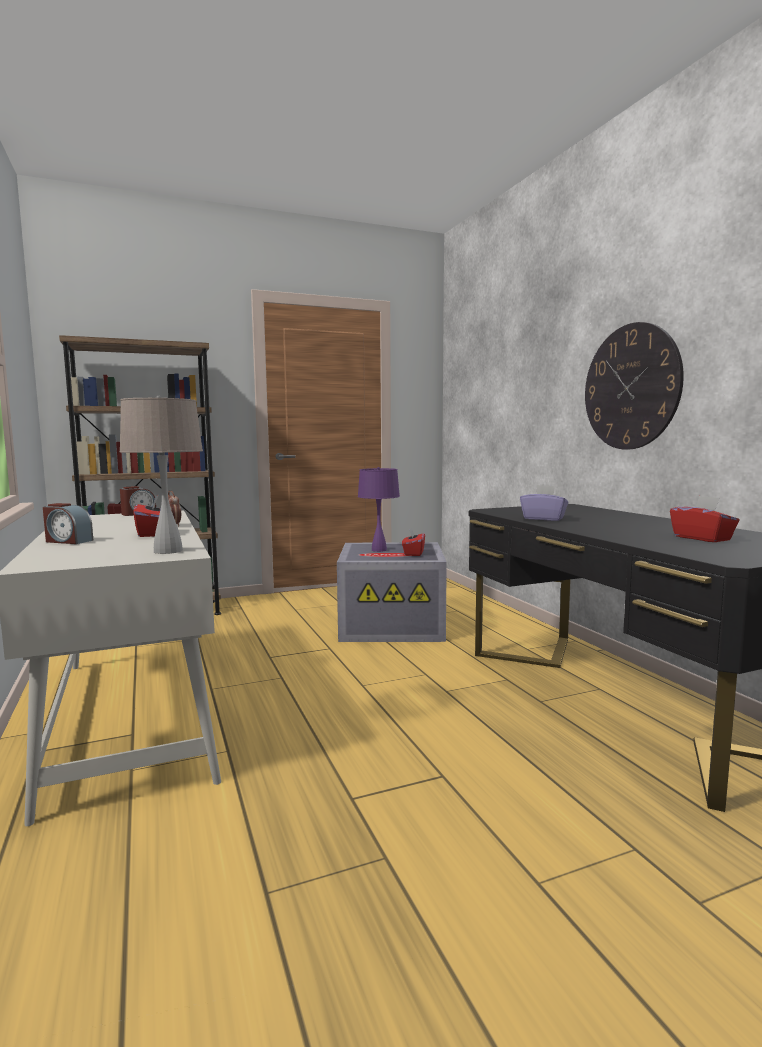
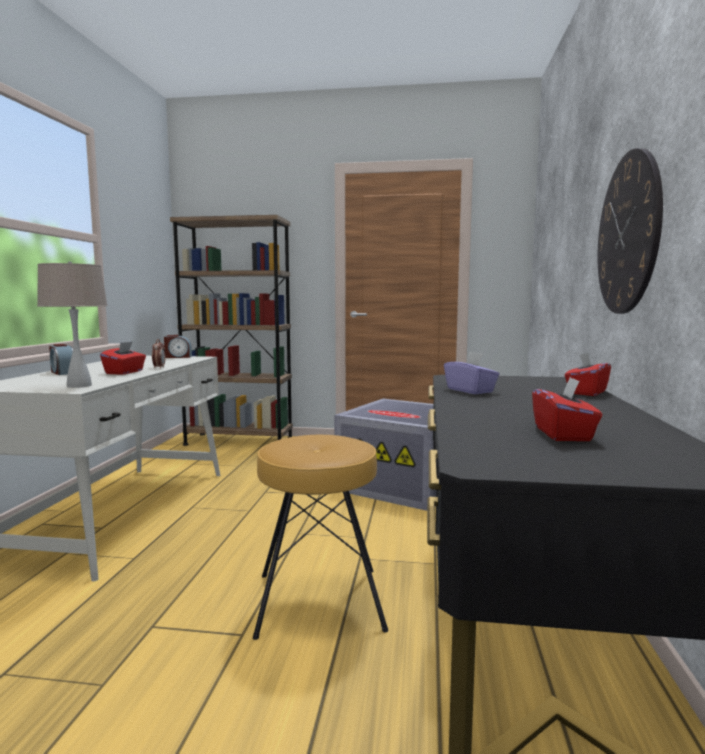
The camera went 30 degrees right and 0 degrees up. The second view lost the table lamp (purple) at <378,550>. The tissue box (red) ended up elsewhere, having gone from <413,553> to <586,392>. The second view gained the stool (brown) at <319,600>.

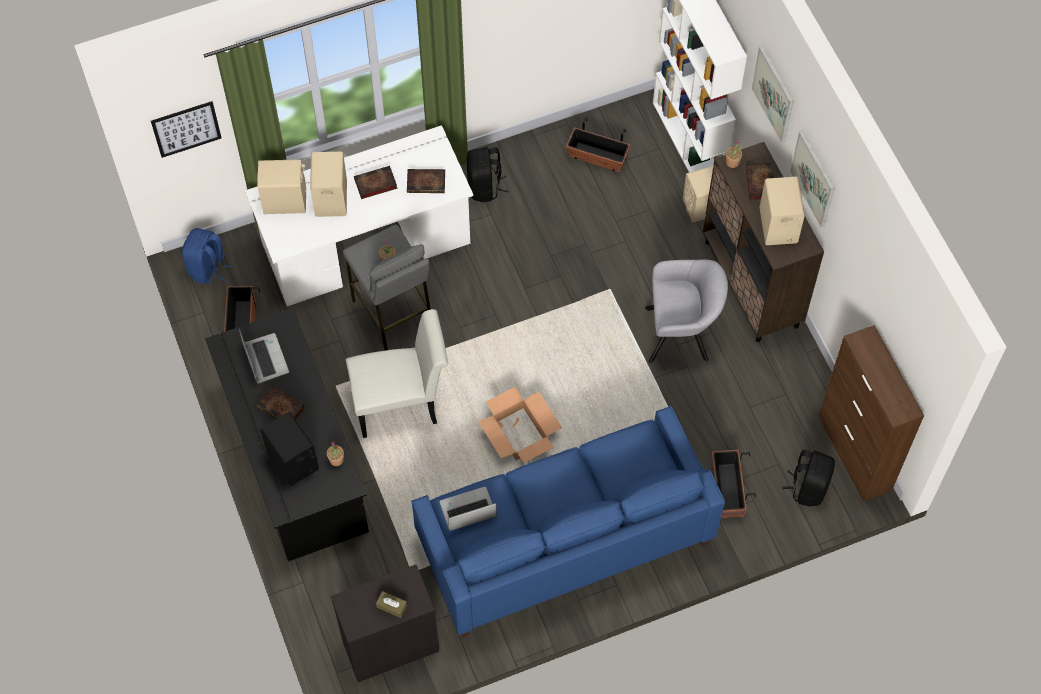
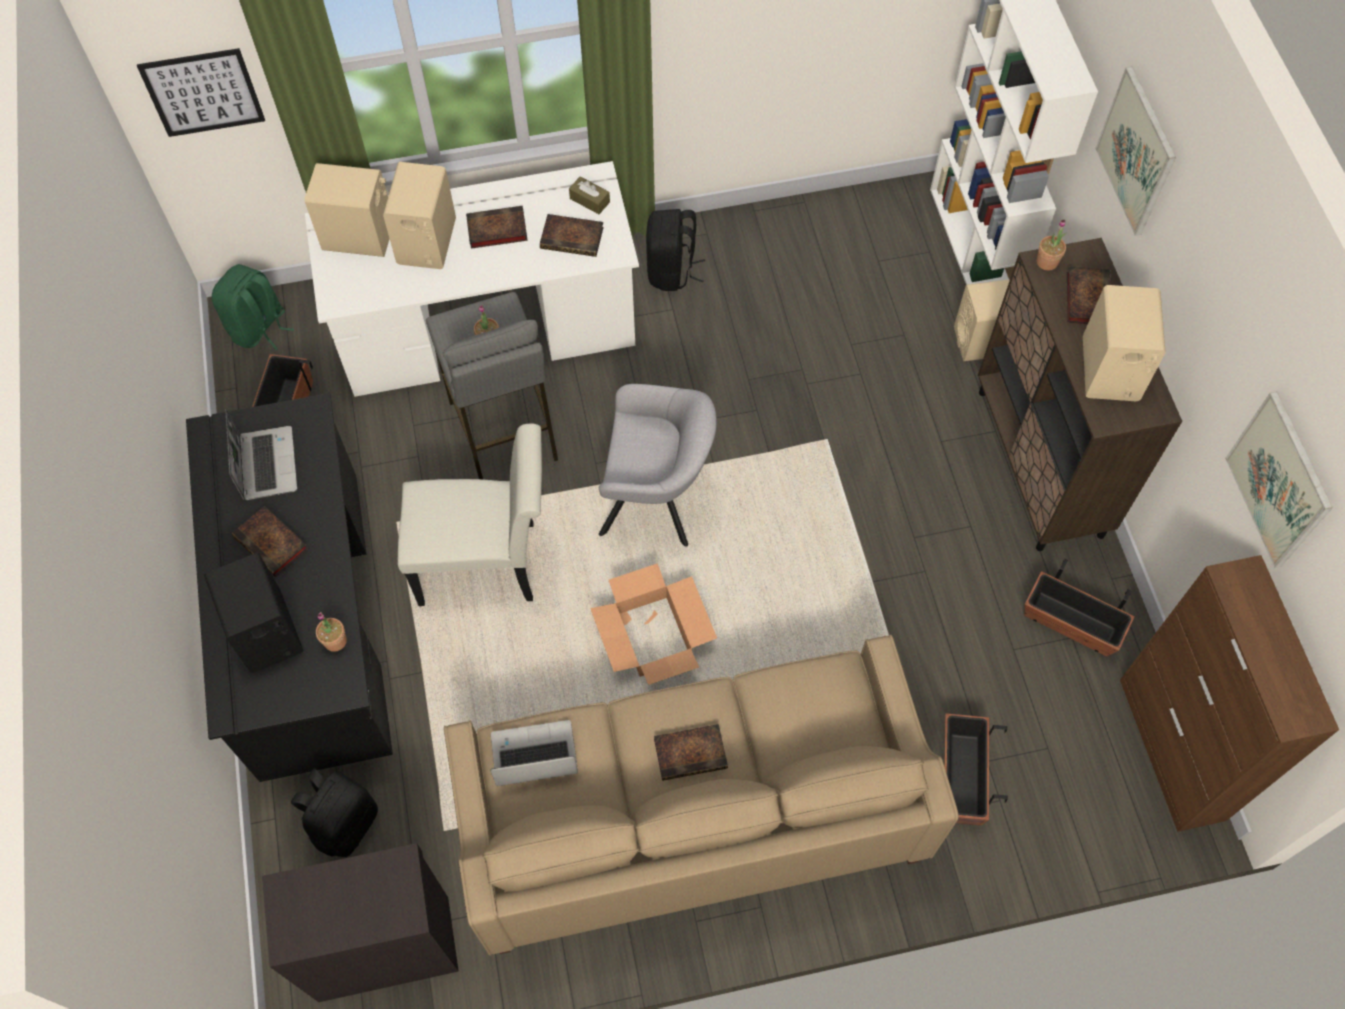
The camera went 10 degrees right and 0 degrees up. What was the backpack (blue) at <208,268> turned into the backpack (green) at <259,328>. The tissue box (brown) ended up elsewhere, having gone from <392,606> to <589,200>. What was the sofa (blue) at <563,540> turned into the sofa (beige) at <690,817>. The planter ended up elsewhere, having gone from <597,157> to <1070,624>. The armchair (grey) ended up elsewhere, having gone from <681,333> to <657,500>. The backpack (black) ended up elsewhere, having gone from <808,487> to <344,823>. The picture ended up elsewhere, having gone from <813,178> to <1279,480>. The second view gained the book at <692,753>.

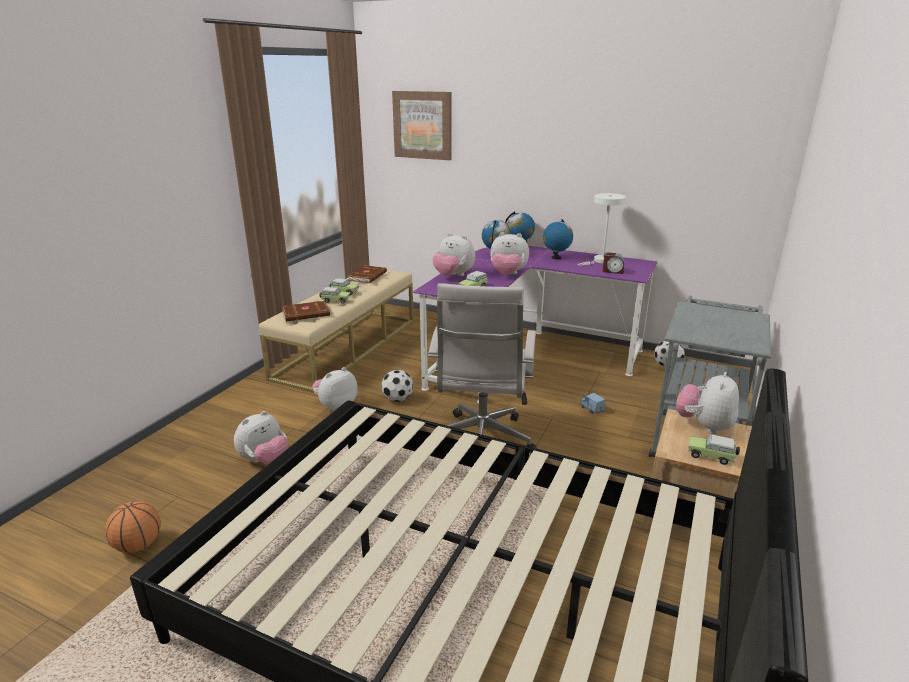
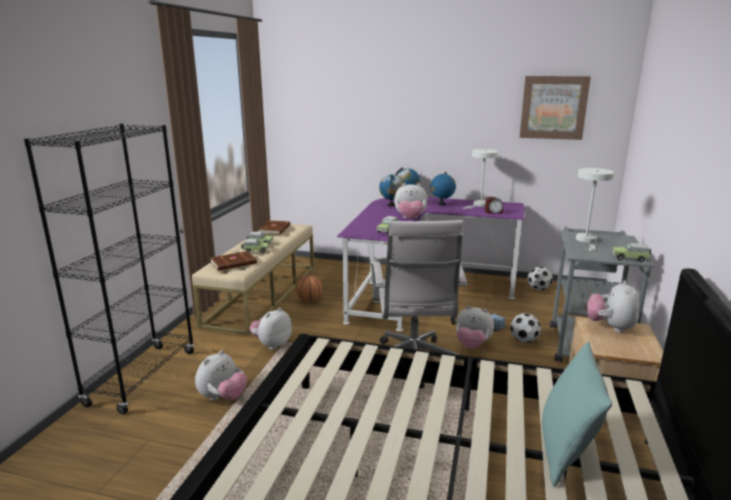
The camera went 10 degrees left and 5 degrees down. The basketball ended up elsewhere, having gone from <138,545> to <309,300>. The football ended up elsewhere, having gone from <397,399> to <523,340>. The picture ended up elsewhere, having gone from <423,125> to <553,107>. The plush toy ended up elsewhere, having gone from <453,276> to <472,345>. The toy car ended up elsewhere, having gone from <712,456> to <631,259>. The second view gained the bookcase (black) at <142,378>. The second view gained the pillow (turquoise) at <565,451>. The second view gained the table lamp (white) at <587,241>.

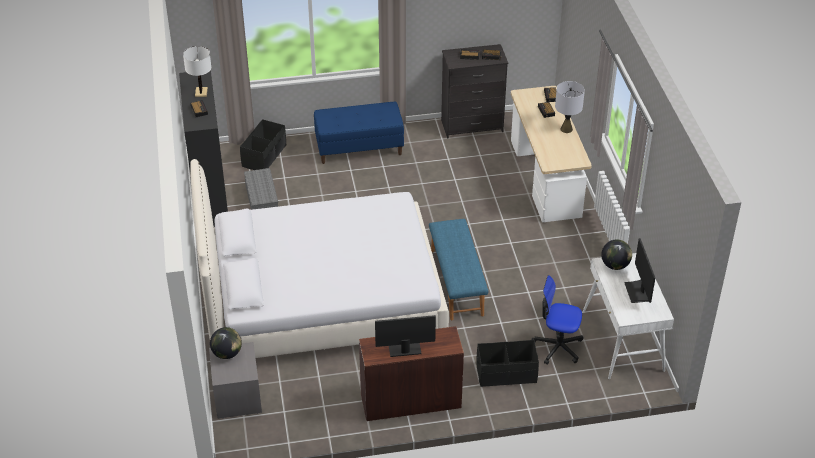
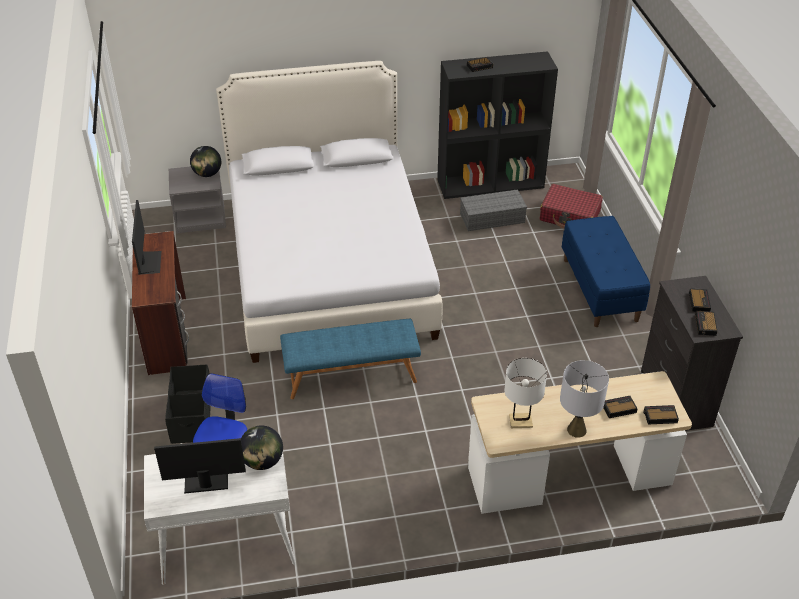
The camera went 90 degrees right and 0 degrees up. The table lamp (white) ended up elsewhere, having gone from <201,92> to <520,421>. Where the storage box (black) stood at <264,156>, the suitcase (red) came to stand at <570,216>.

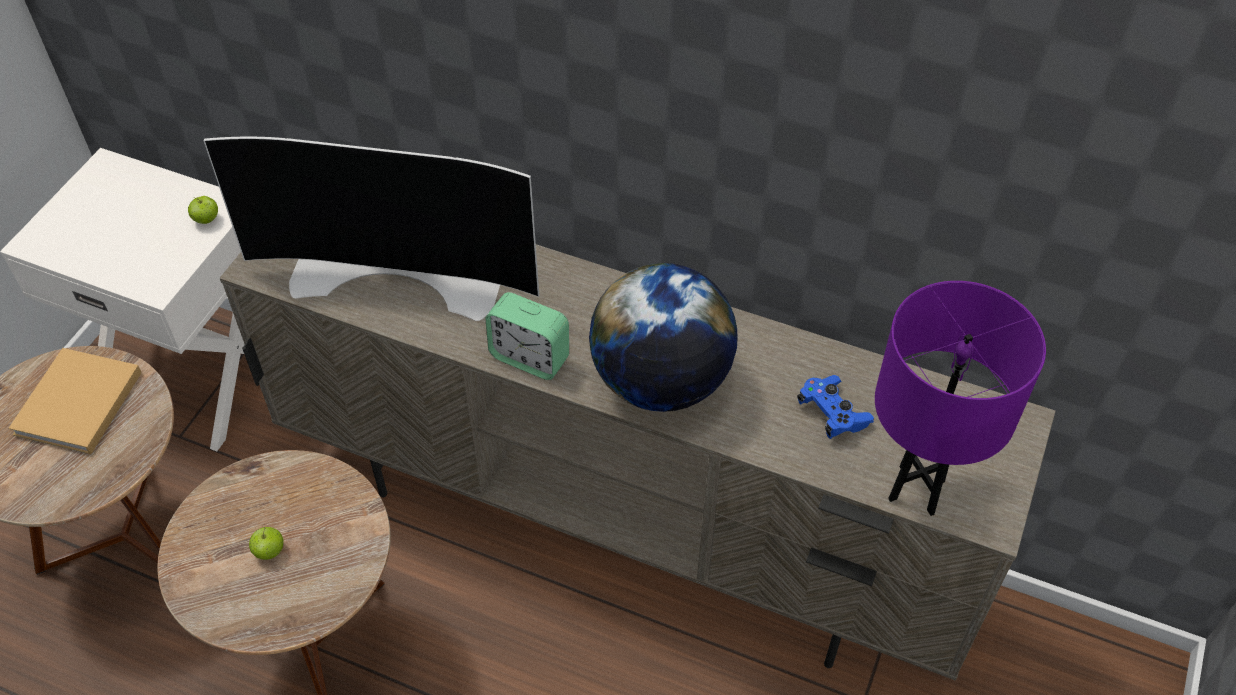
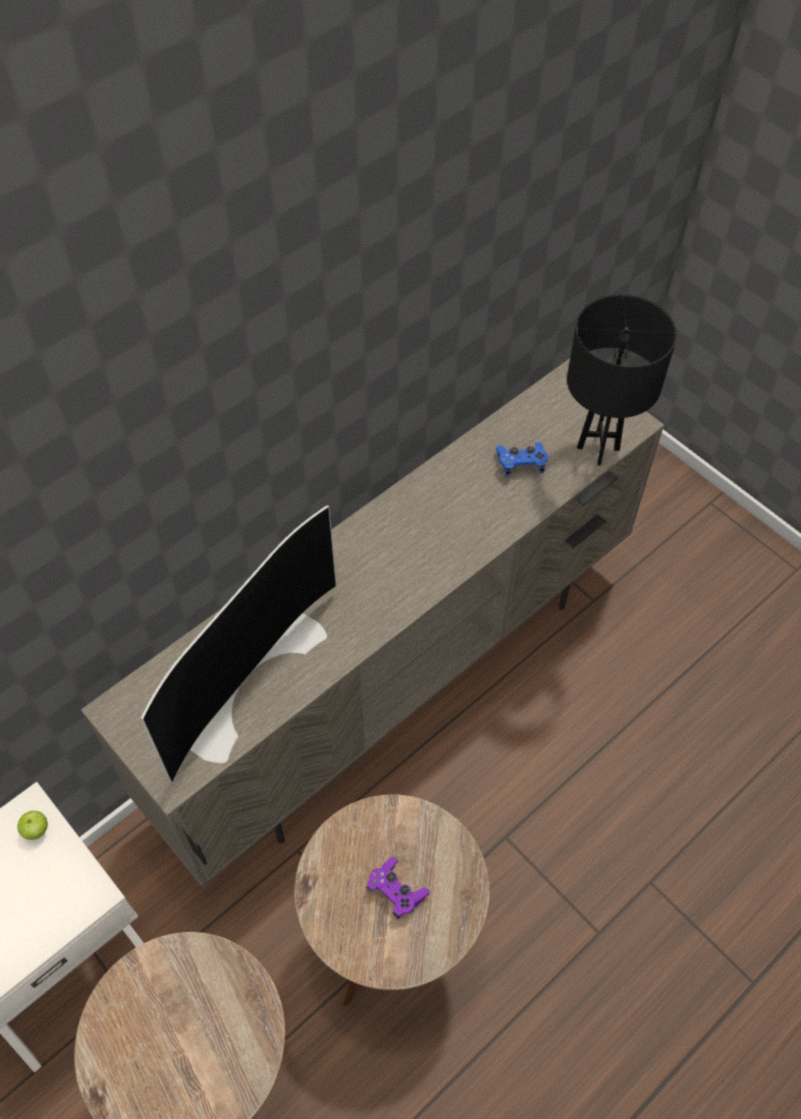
The camera went 65 degrees left and 5 degrees up. The second view lost the book (beige) at <76,406>. Where the apple stood at <269,551>, the game controller (purple) came to stand at <396,891>. The second view lost the alarm clock at <530,357>. The second view lost the globe at <661,382>. What was the table lamp (purple) at <916,489> turned into the table lamp (black) at <598,449>.

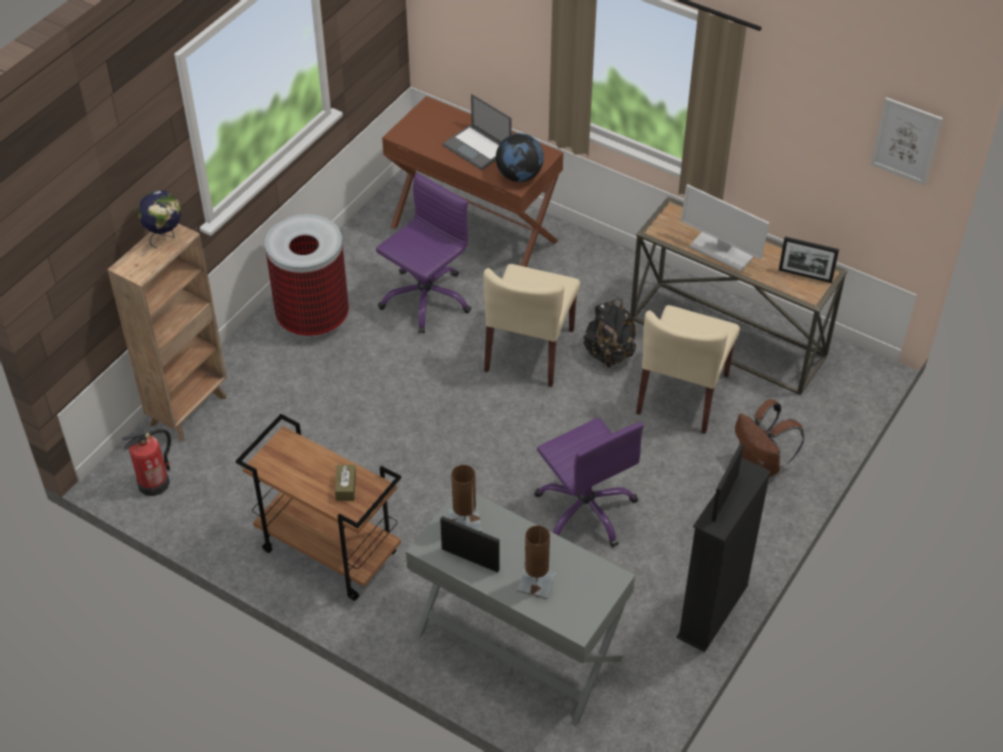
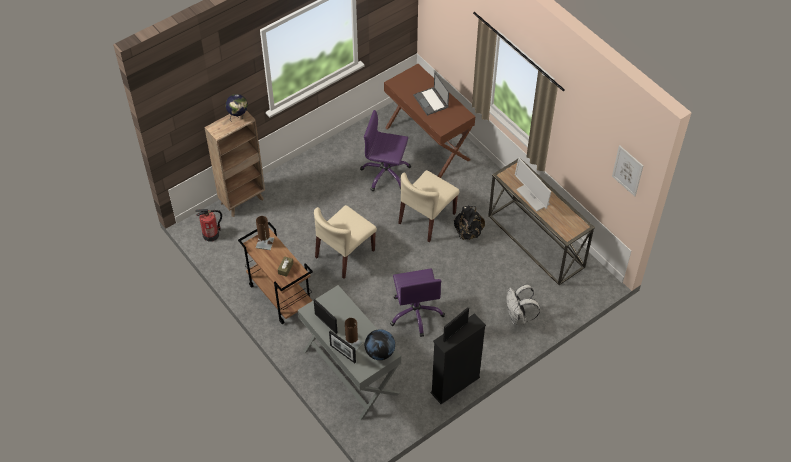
The camera went 20 degrees right and 5 degrees up. The second view lost the trash can at <313,319>. The office chair (purple) at <425,299> ended up facing another way, 135 degrees counterclockwise from before. The table lamp (brown) ended up elsewhere, having gone from <464,521> to <265,243>. The globe ended up elsewhere, having gone from <519,176> to <380,352>. The chair (beige) ended up elsewhere, having gone from <683,394> to <344,254>. What was the backpack (brown) at <761,465> turned into the backpack (white) at <518,317>. The picture frame ended up elsewhere, having gone from <805,275> to <343,353>.

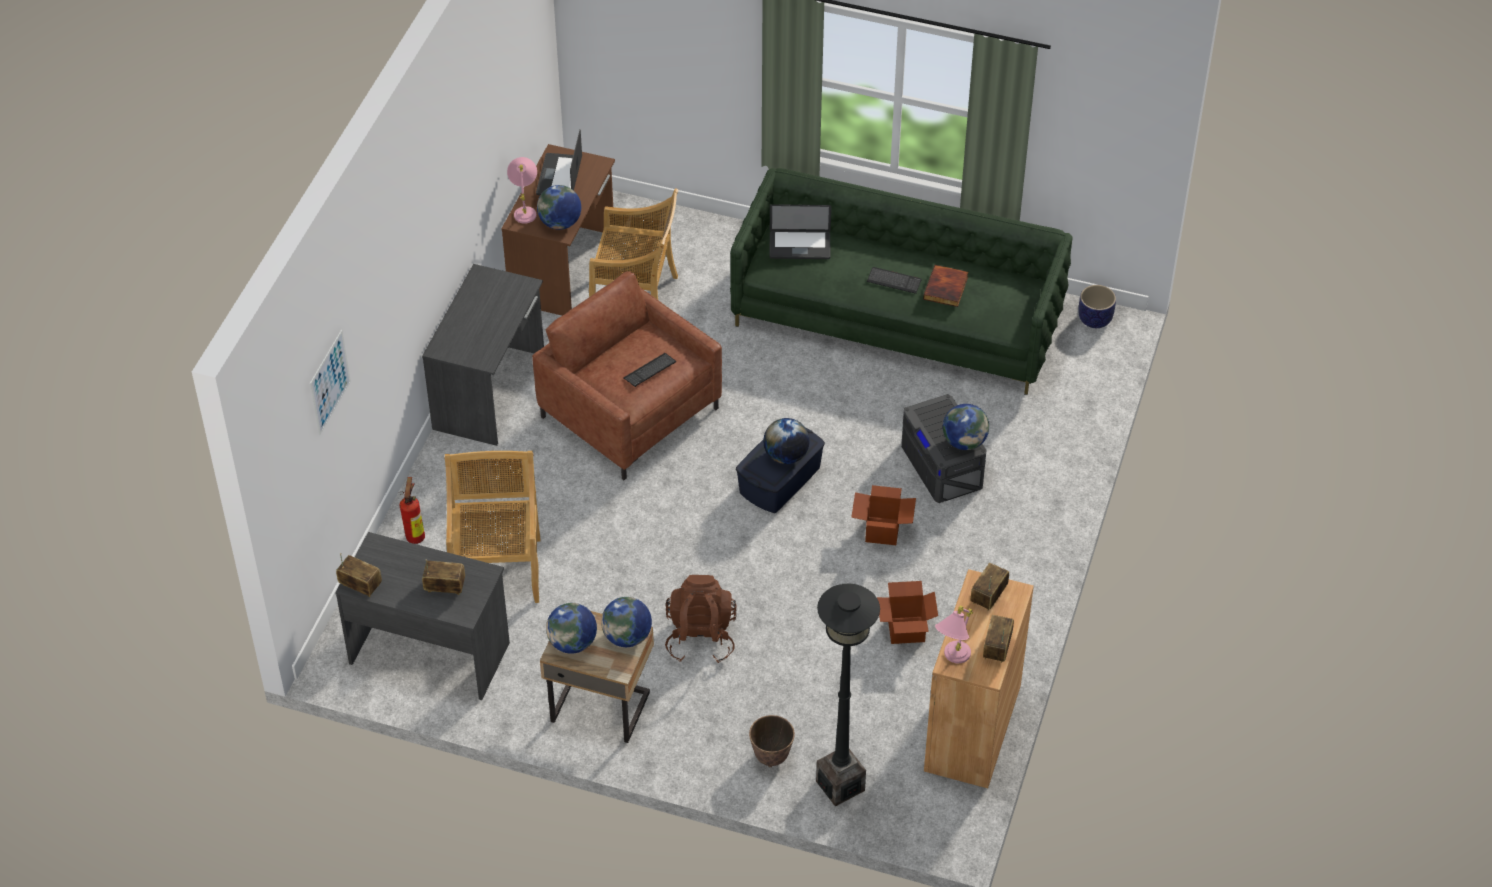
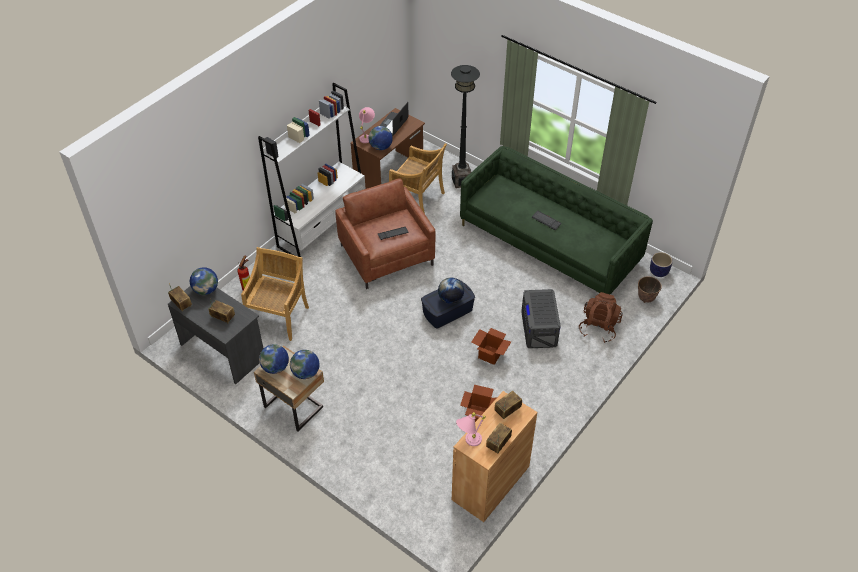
The camera went 20 degrees right and 0 degrees up. The second view lost the picture at <330,382>. Where the desk (grey) stood at <491,391>, the bookcase (white) came to stand at <323,226>. The backpack (brown) ended up elsewhere, having gone from <700,637> to <598,327>. The planter ended up elsewhere, having gone from <771,757> to <646,298>. The second view lost the laptop at <799,246>. The floor lamp (black) ended up elsewhere, having gone from <840,786> to <461,181>. The second view lost the book at <946,288>. The globe ended up elsewhere, having gone from <964,442> to <206,290>.

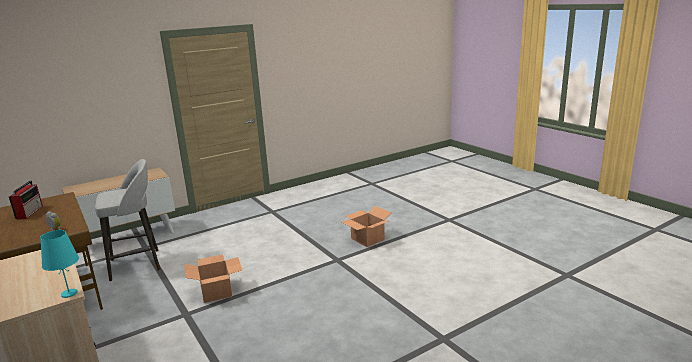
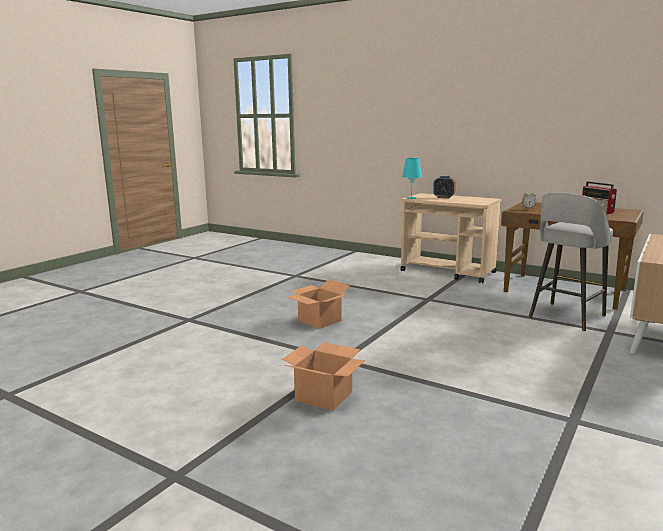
The camera went 155 degrees right and 5 degrees down. The cardboard box ended up elsewhere, having gone from <216,292> to <320,320>. The second view gained the alarm clock at <443,197>.

